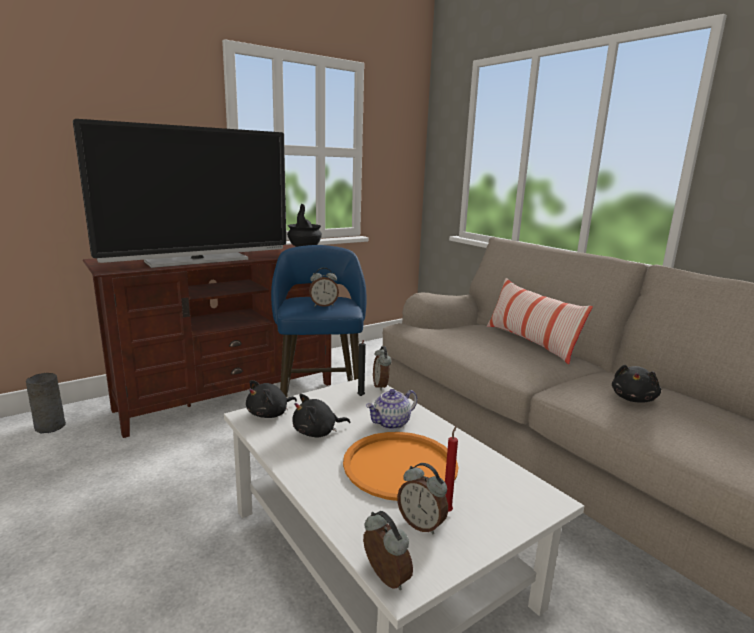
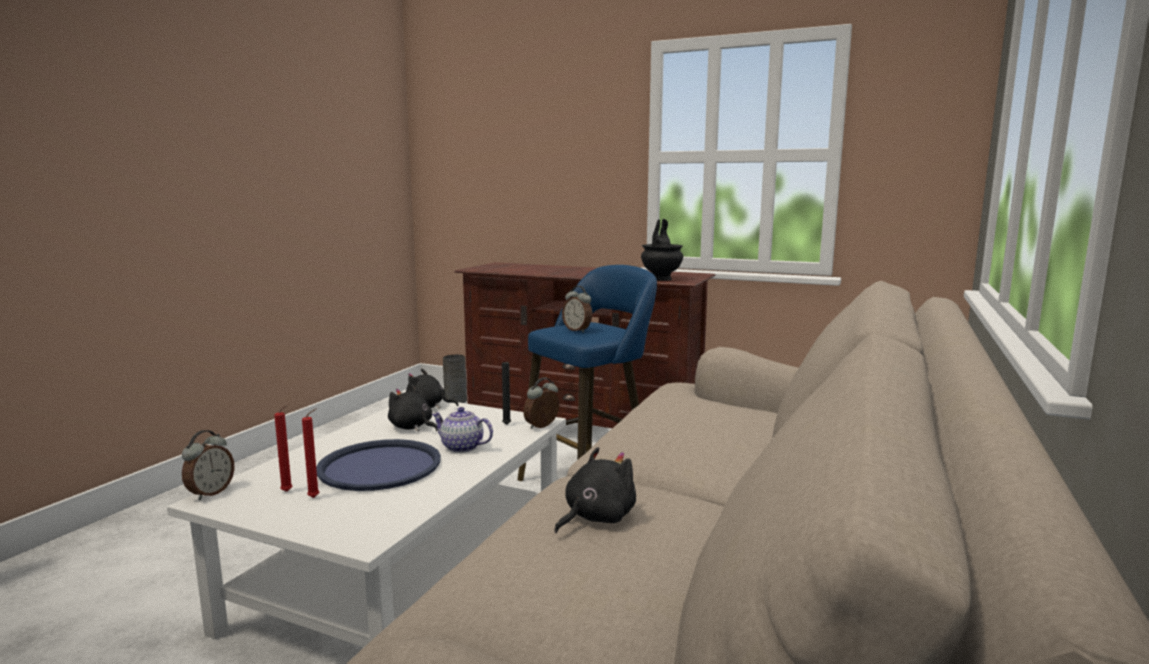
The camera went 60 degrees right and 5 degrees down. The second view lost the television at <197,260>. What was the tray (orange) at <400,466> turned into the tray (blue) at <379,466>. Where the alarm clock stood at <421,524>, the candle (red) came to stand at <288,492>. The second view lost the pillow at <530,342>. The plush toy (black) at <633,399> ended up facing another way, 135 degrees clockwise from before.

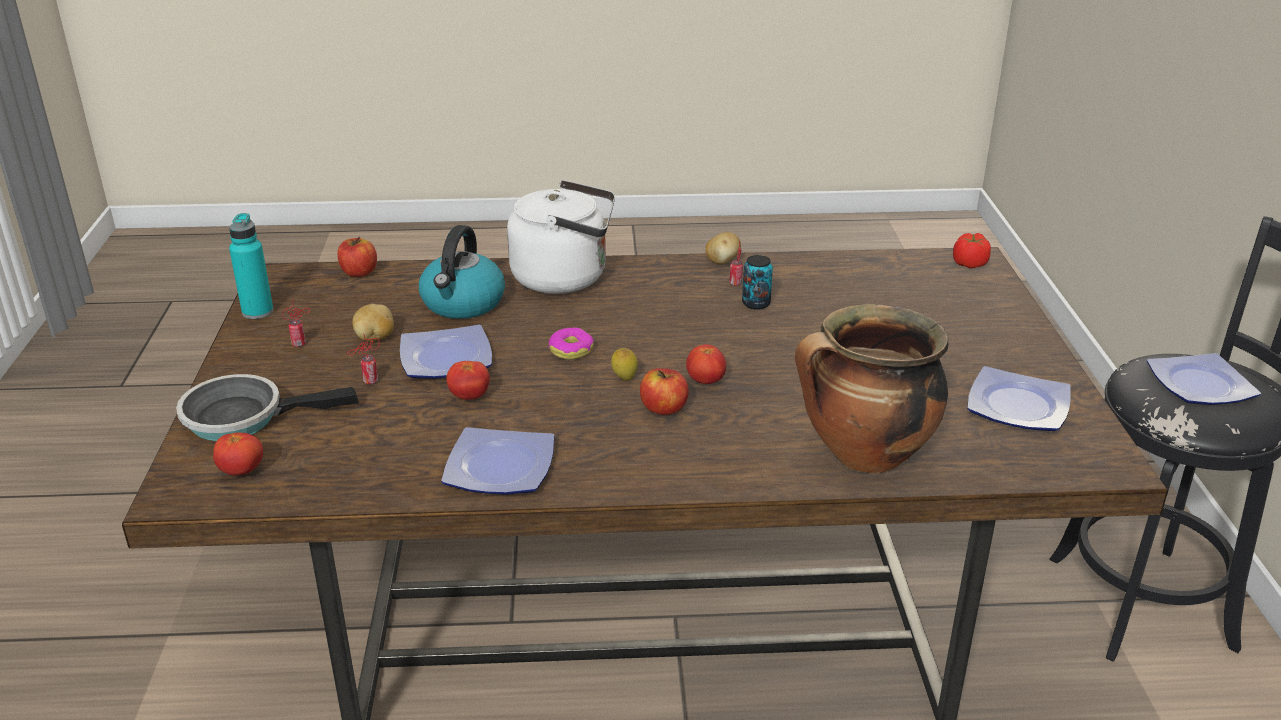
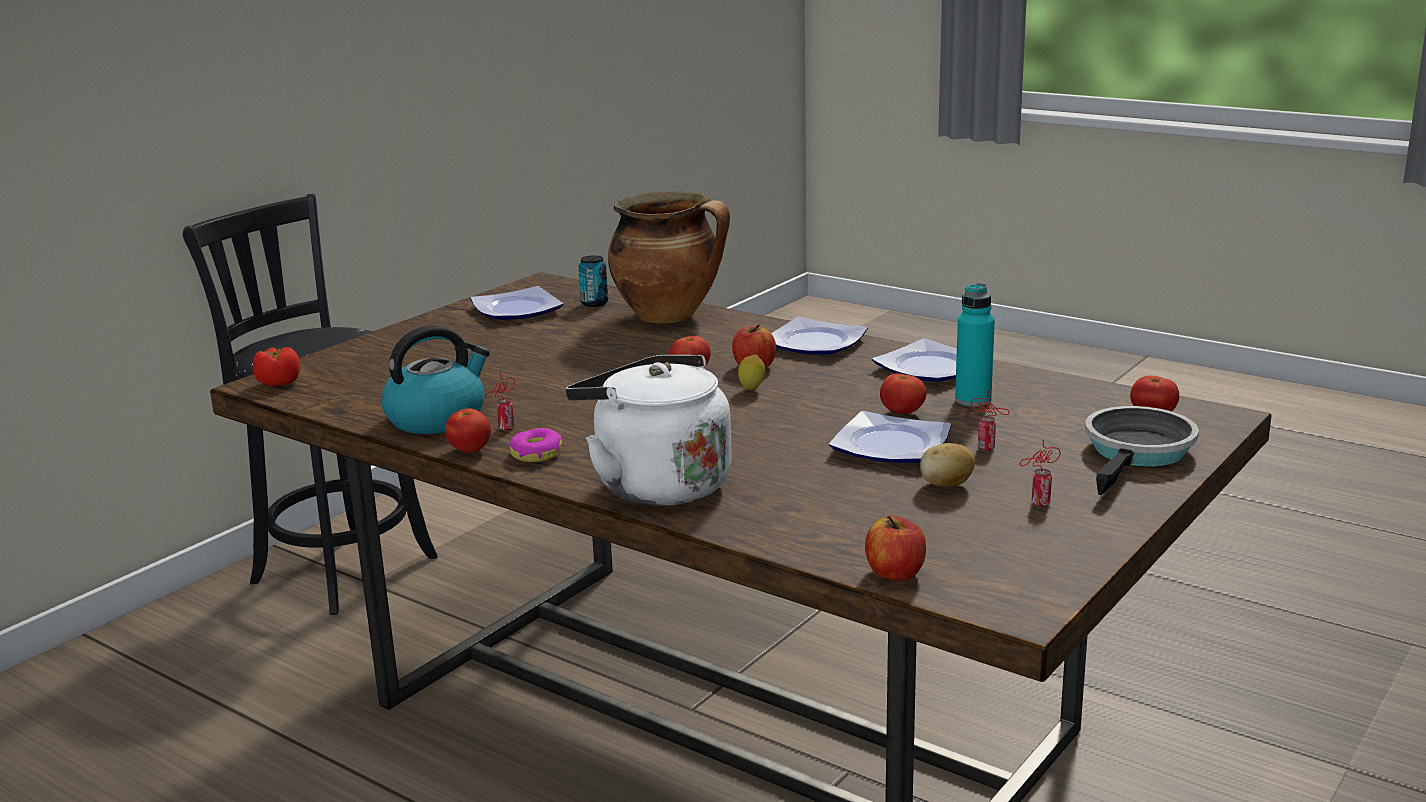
The camera went 140 degrees left and 10 degrees down. The frying pan at <243,417> ended up facing another way, 90 degrees counterclockwise from before. The bottle (turquoise) ended up elsewhere, having gone from <257,312> to <973,400>. The kettle ended up elsewhere, having gone from <463,304> to <437,418>. The donut ended up elsewhere, having gone from <571,350> to <536,454>. Where the potato stood at <722,262>, the tomato came to stand at <470,450>. The can ended up elsewhere, having gone from <756,303> to <594,303>. The plate ended up elsewhere, having gone from <1199,386> to <817,343>.

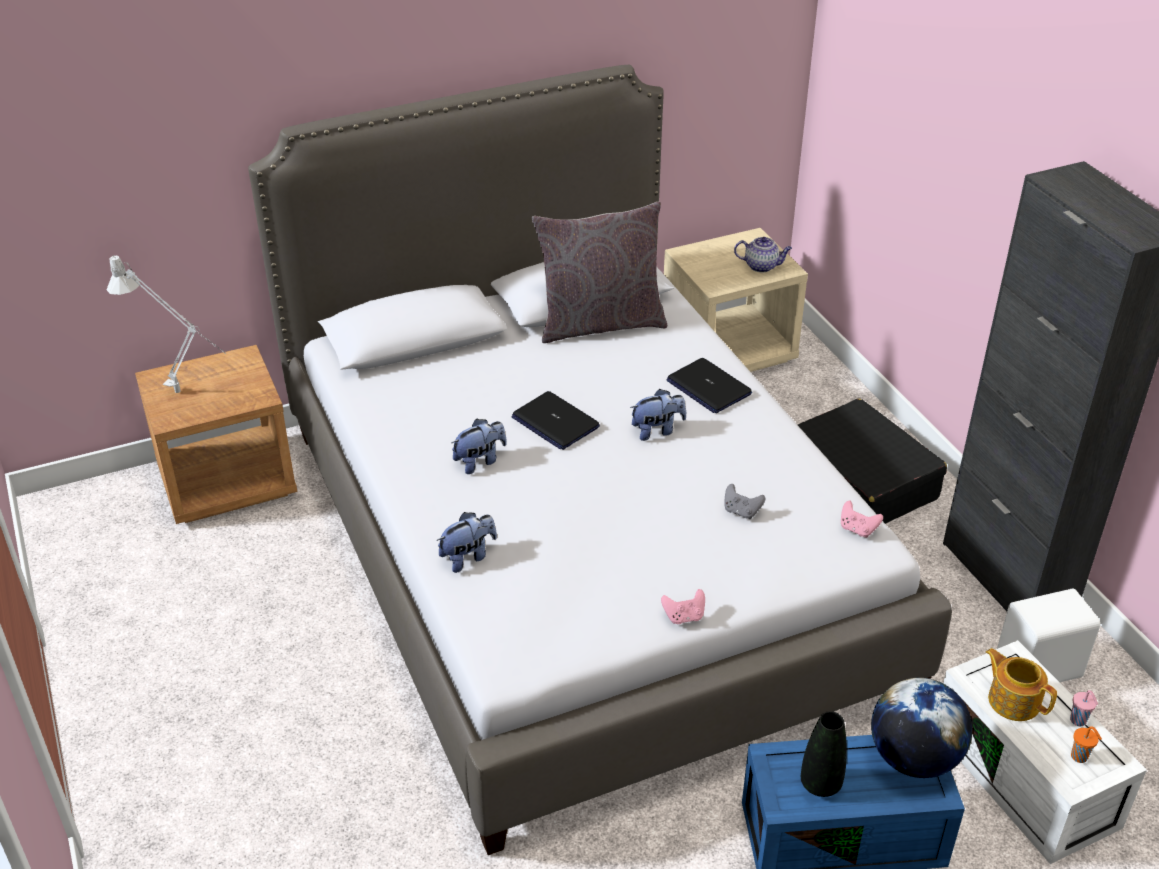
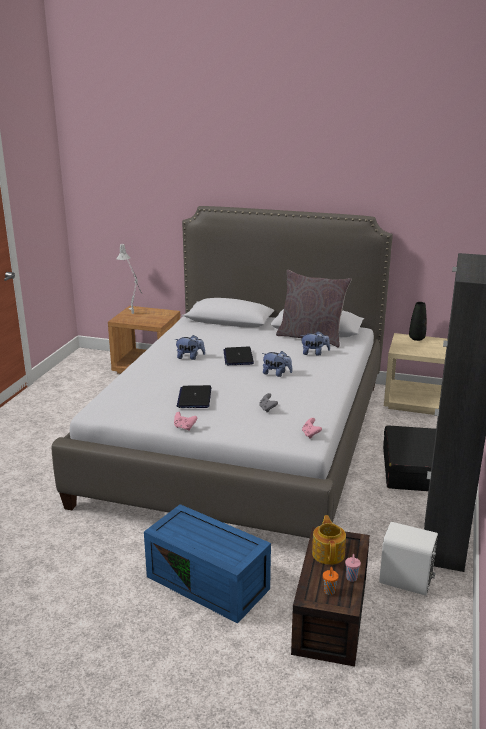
The camera went 40 degrees right and 15 degrees down. The plush toy ended up elsewhere, having gone from <468,557> to <314,353>. The laptop ended up elsewhere, having gone from <708,387> to <194,398>. The second view lost the teapot at <762,266>. The vase (black) ended up elsewhere, having gone from <820,784> to <416,338>. The second view lost the globe at <913,759>. What was the storage box (white) at <1028,777> turned into the storage box (brown) at <332,616>.

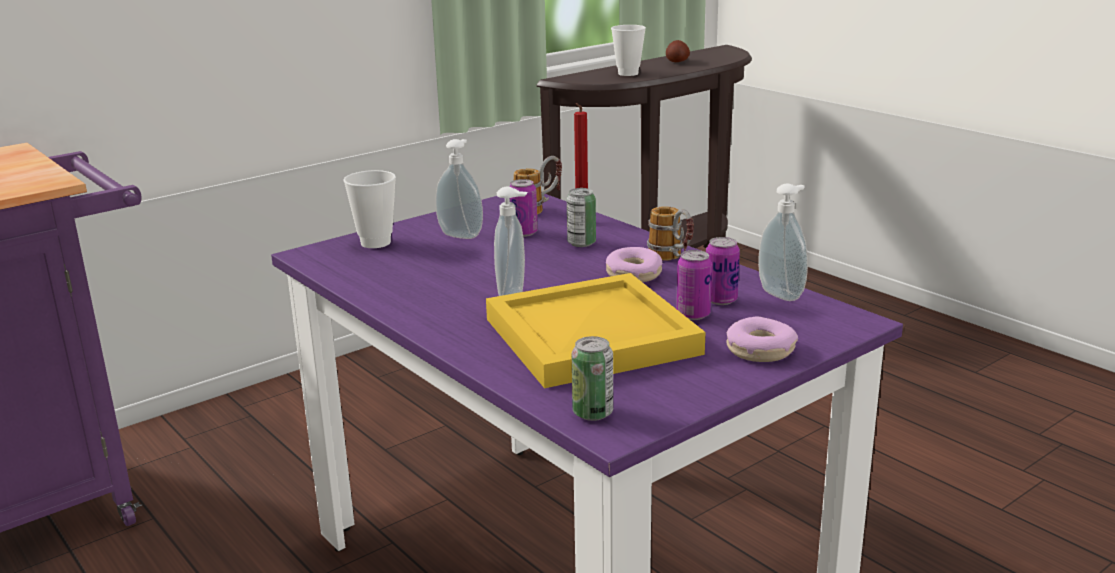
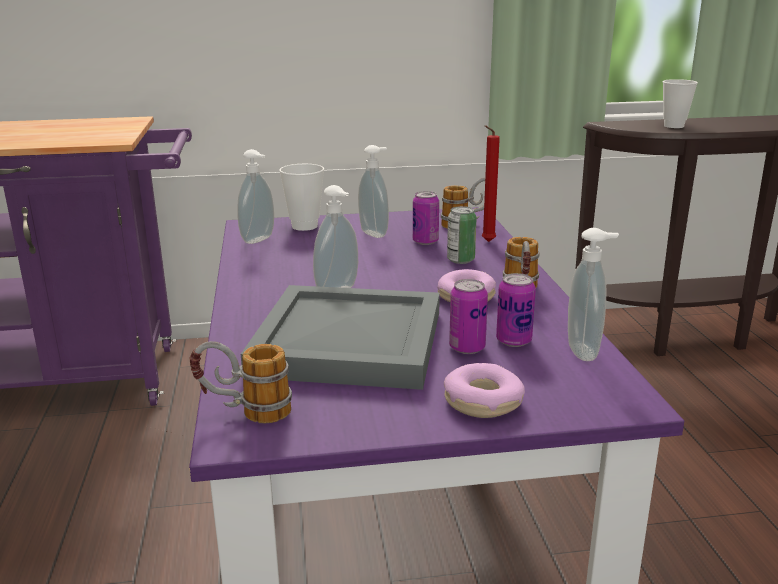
The camera went 30 degrees right and 0 degrees up. What was the tray (yellow) at <587,335> turned into the tray (grey) at <346,341>. Where the can stood at <592,413>, the mug came to stand at <245,413>. The second view lost the potato at <677,62>. The second view gained the soap dispenser at <260,240>.

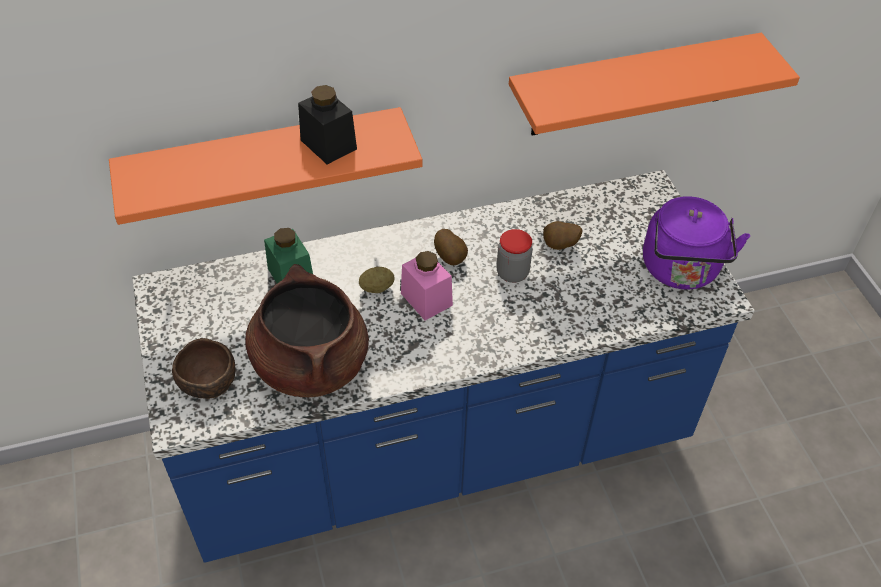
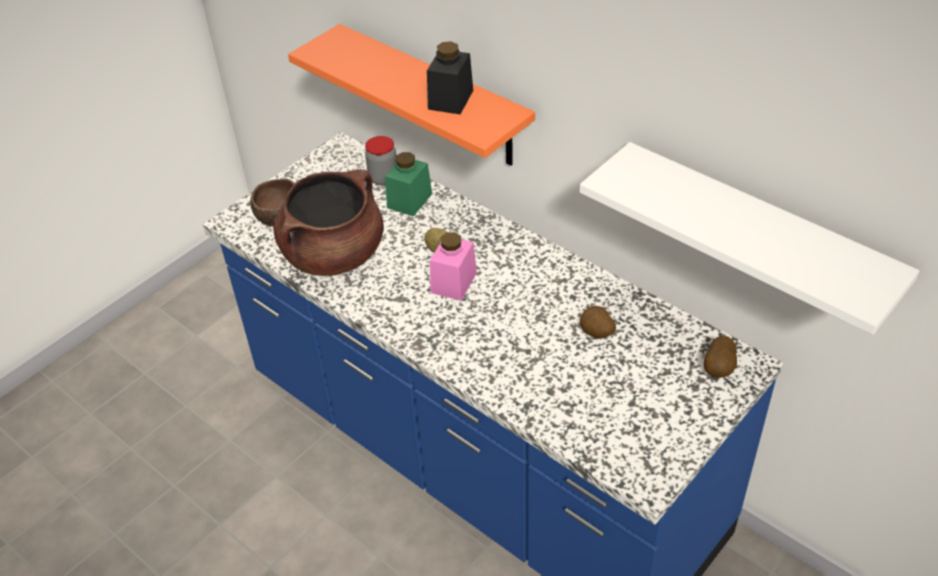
The camera went 60 degrees right and 5 degrees down. The potato ended up elsewhere, having gone from <451,257> to <719,369>. The jar ended up elsewhere, having gone from <512,273> to <383,178>. What was the shelf (orange) at <632,85> turned into the shelf (white) at <756,235>. The second view lost the kettle (purple) at <681,271>.

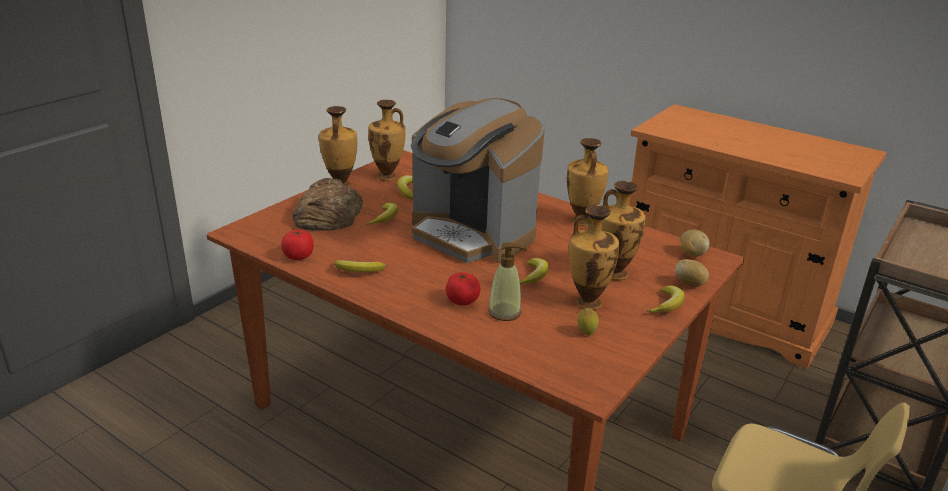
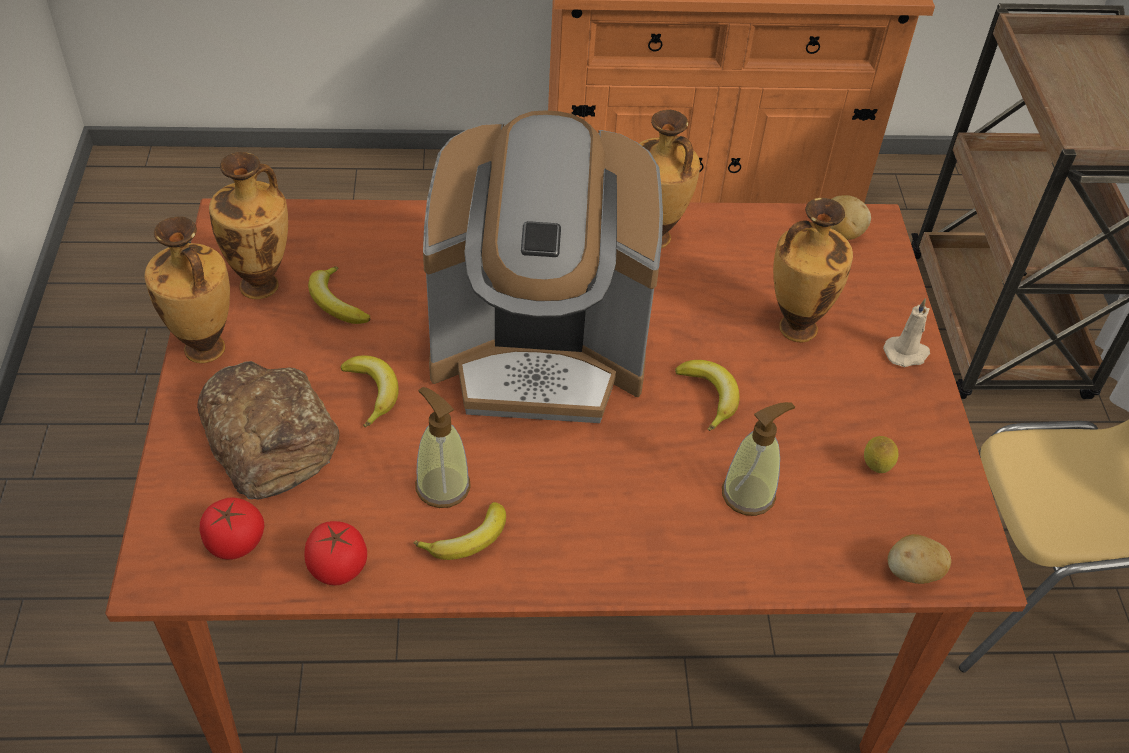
The camera went 40 degrees left and 20 degrees up. The tomato ended up elsewhere, having gone from <462,301> to <235,543>. The second view lost the vase at <587,302>. Where the banana stood at <667,305>, the candle (beige) came to stand at <907,353>. The potato ended up elsewhere, having gone from <689,284> to <912,573>. The second view gained the soap dispenser at <442,486>.

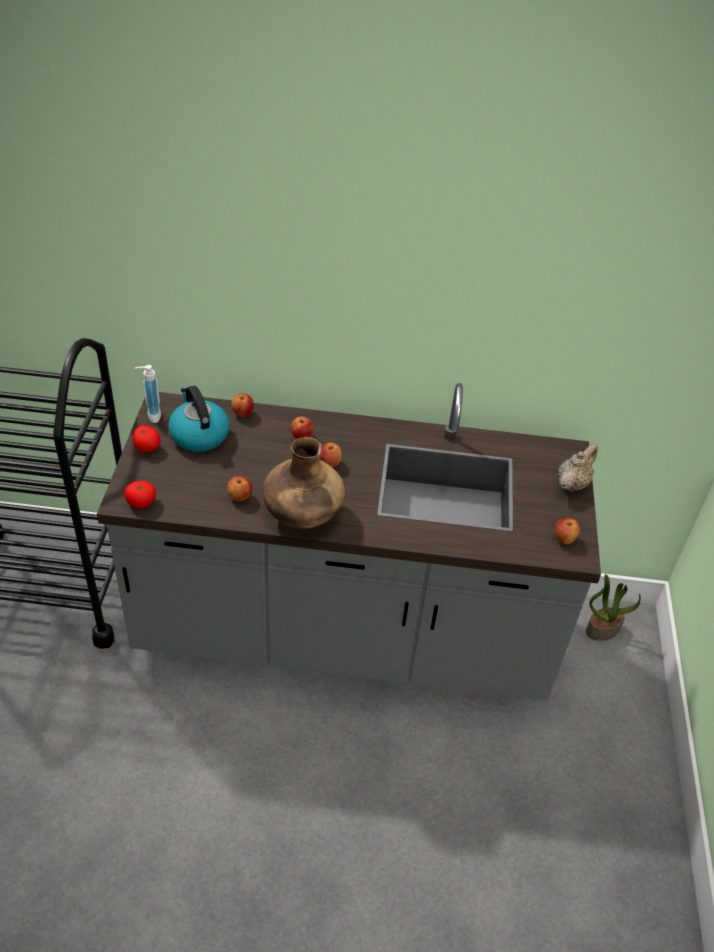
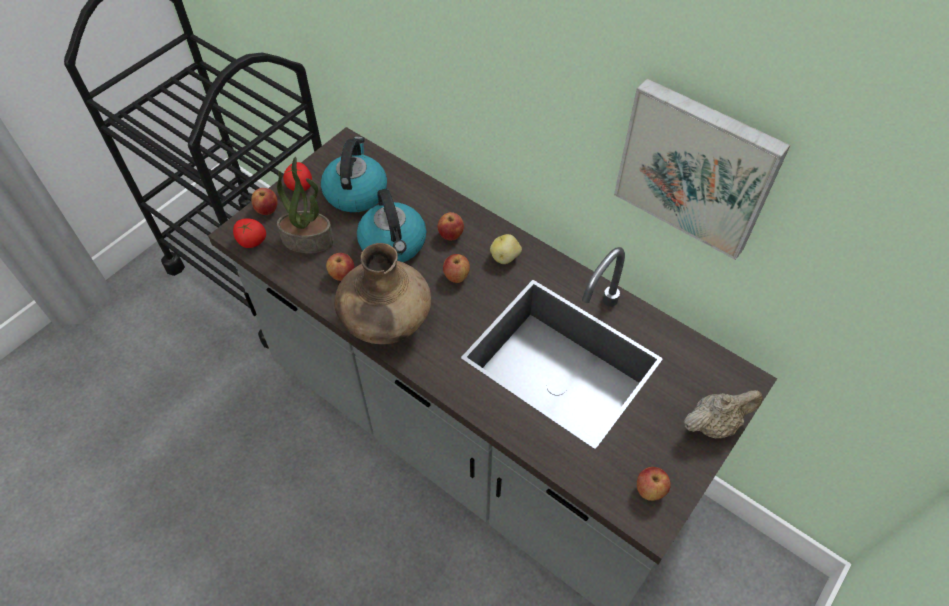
The camera went 35 degrees right and 10 degrees up. The second view lost the soap dispenser at <151,415>. The apple ended up elsewhere, having gone from <242,413> to <267,210>. The potted plant ended up elsewhere, having gone from <603,628> to <309,240>. The second view gained the kettle at <393,244>. The second view gained the potato at <505,257>. The second view gained the picture at <697,167>.

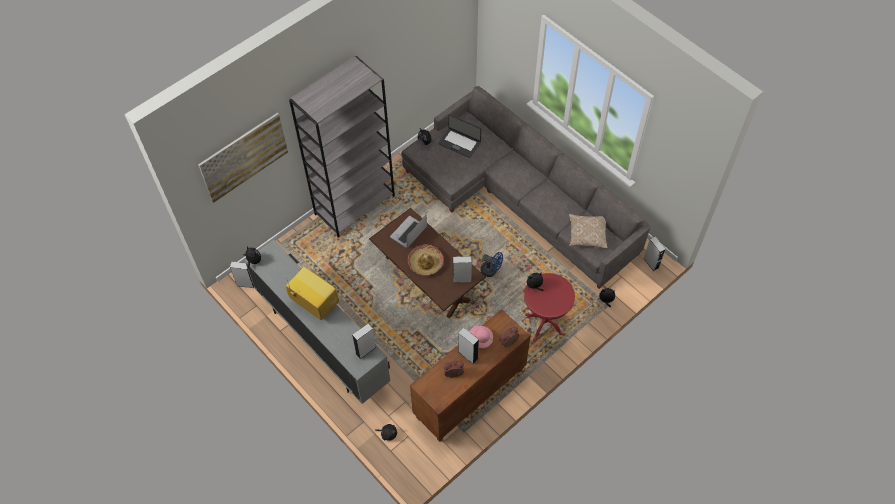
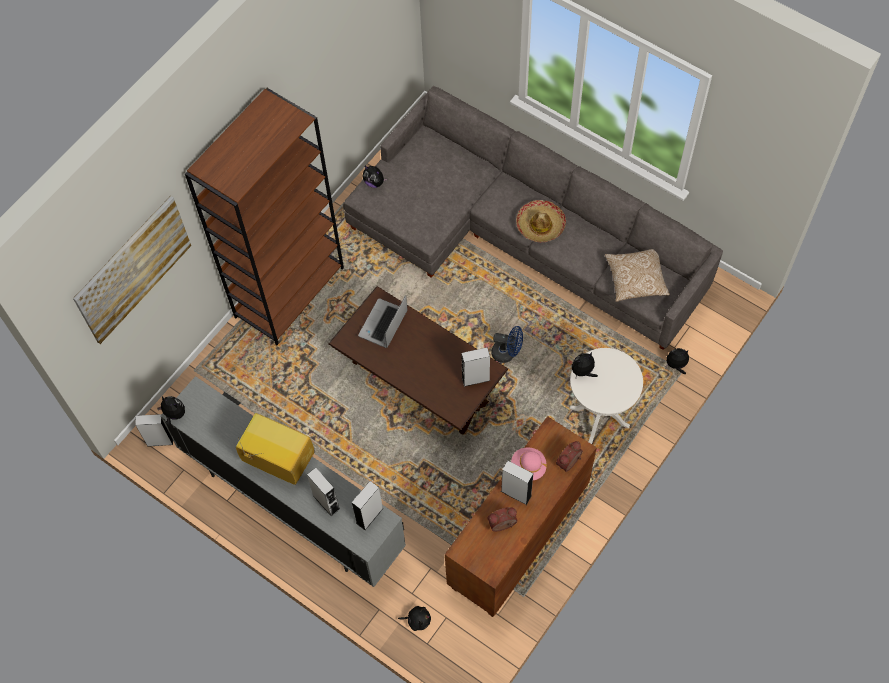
The camera went 10 degrees left and 5 degrees up. What was the bookcase (grey) at <355,204> turned into the bookcase (brown) at <289,291>. The hat ended up elsewhere, having gone from <425,263> to <540,225>. The second view lost the laptop at <459,142>. What was the side table (red) at <544,324> turned into the side table (white) at <599,417>. The speaker (grey) ended up elsewhere, having gone from <651,263> to <326,502>.

